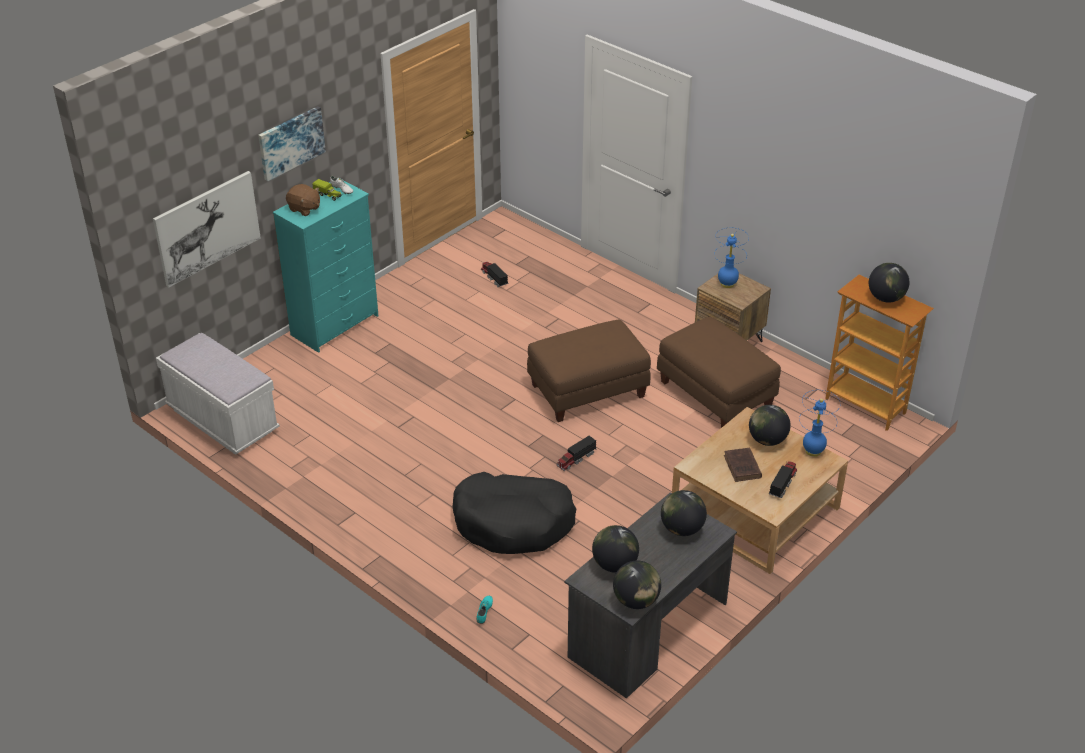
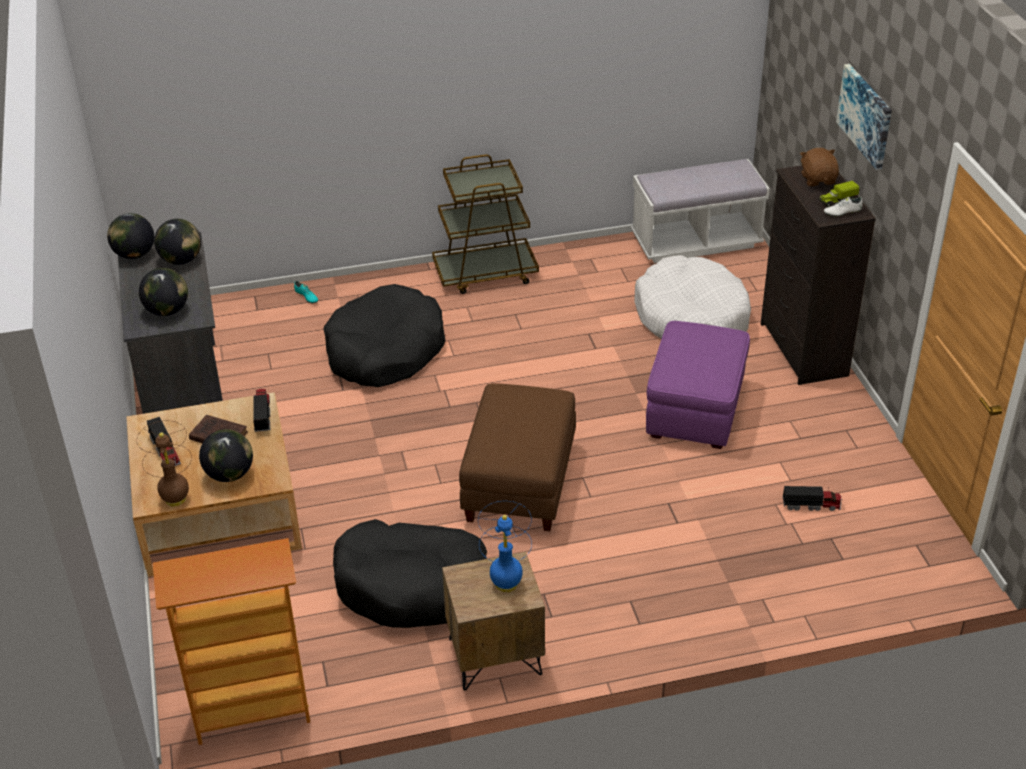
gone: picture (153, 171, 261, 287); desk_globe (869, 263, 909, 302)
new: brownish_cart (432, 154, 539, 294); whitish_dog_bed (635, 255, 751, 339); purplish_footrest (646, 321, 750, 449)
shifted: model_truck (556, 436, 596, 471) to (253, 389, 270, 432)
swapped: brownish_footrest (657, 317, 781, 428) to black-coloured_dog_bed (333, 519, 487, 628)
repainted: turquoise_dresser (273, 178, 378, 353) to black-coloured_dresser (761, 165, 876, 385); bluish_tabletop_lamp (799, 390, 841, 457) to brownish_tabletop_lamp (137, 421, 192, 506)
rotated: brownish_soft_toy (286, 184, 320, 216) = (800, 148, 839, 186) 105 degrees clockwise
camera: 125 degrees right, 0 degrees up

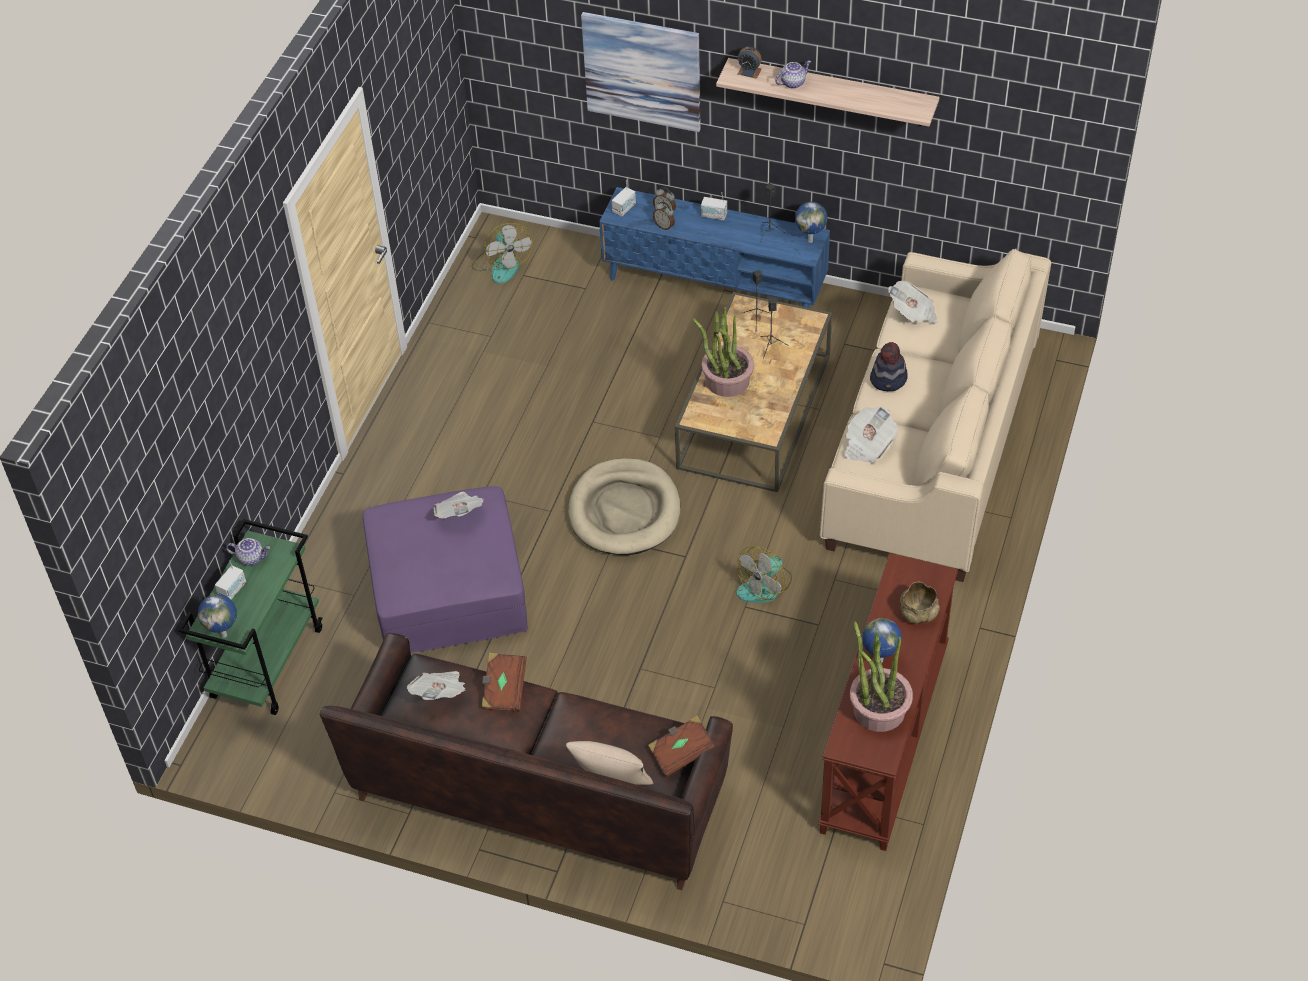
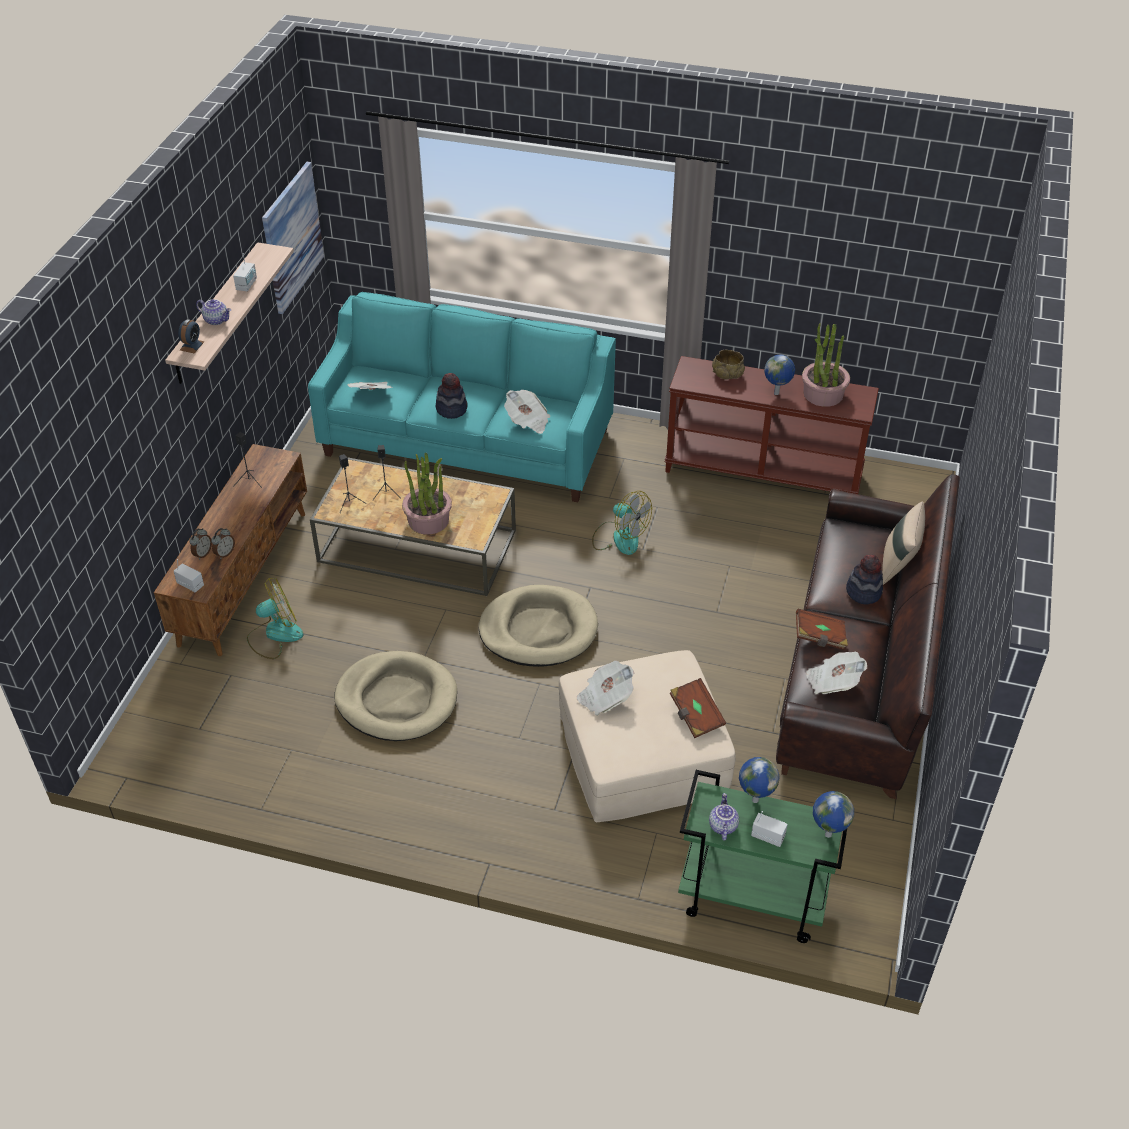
new: clothing_hat (846, 555, 883, 605); sand-coloured_dog_bed (334, 651, 457, 741)
shifted: picture (581, 12, 701, 132) to (262, 162, 324, 314); radio (701, 192, 727, 221) to (233, 253, 257, 291); desk_globe (795, 202, 828, 243) to (739, 757, 779, 803); electric_fan (471, 223, 533, 284) to (247, 578, 304, 659); brownish_bound_book (648, 715, 716, 777) to (670, 678, 726, 738)
repainted: bluish_tv_unit (599, 187, 830, 308) to brownish_tv_unit (154, 444, 307, 656); sand-coloured_settee (819, 248, 1051, 582) to turquoise_settee (308, 292, 616, 502); purplish_footrest (363, 486, 528, 653) to sand-coloured_footrest (559, 650, 736, 822)
rotated: tea_pot (775, 60, 811, 89) = (196, 299, 231, 325) 150 degrees clockwise
camera: 95 degrees left, 5 degrees down

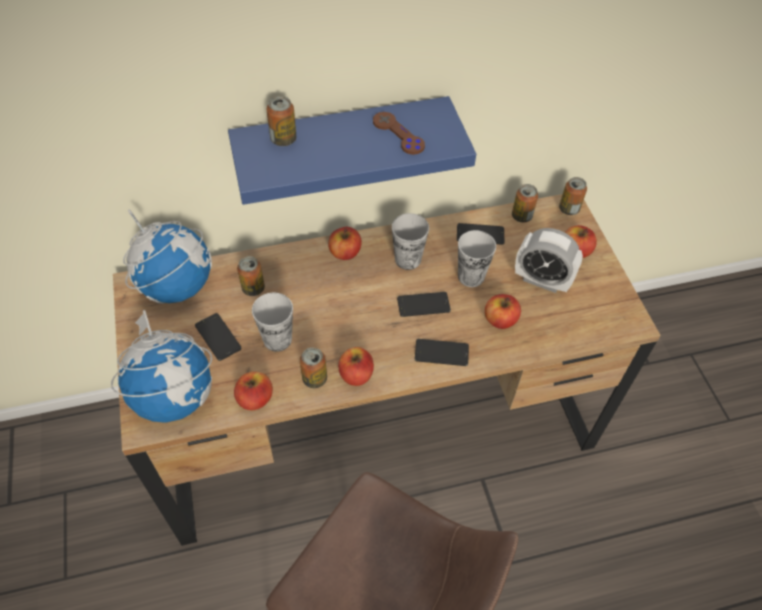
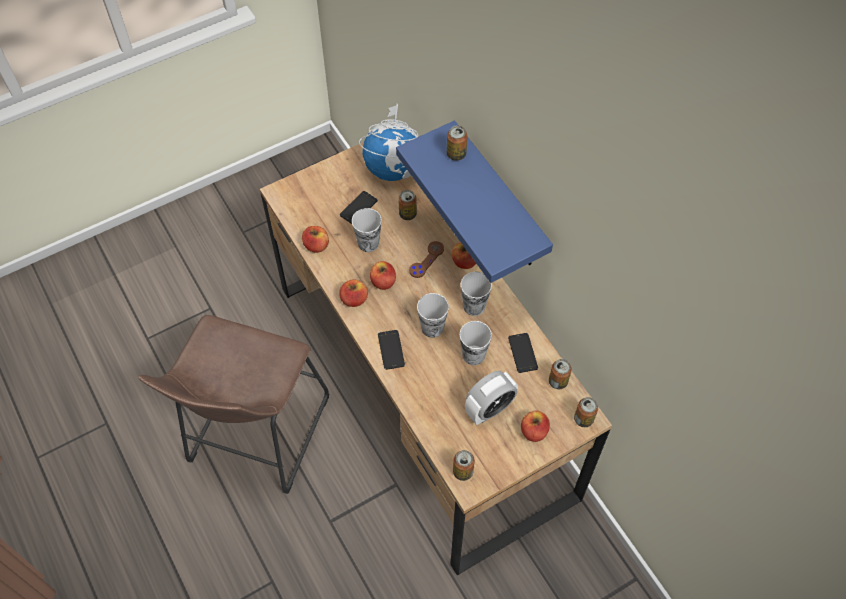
gone: desk_globe (111, 310, 212, 423)
shifted: brownish_game_controller (373, 112, 425, 155) to (409, 241, 444, 278); apple (485, 294, 521, 329) to (370, 261, 396, 290); can (300, 347, 327, 388) to (453, 450, 475, 481)
swapped: telephone (397, 292, 451, 317) to drinking_cup (417, 293, 449, 338)
rotated: table_clock (515, 228, 583, 293) = (465, 371, 518, 425) 135 degrees counterclockwise
camera: 75 degrees right, 5 degrees up

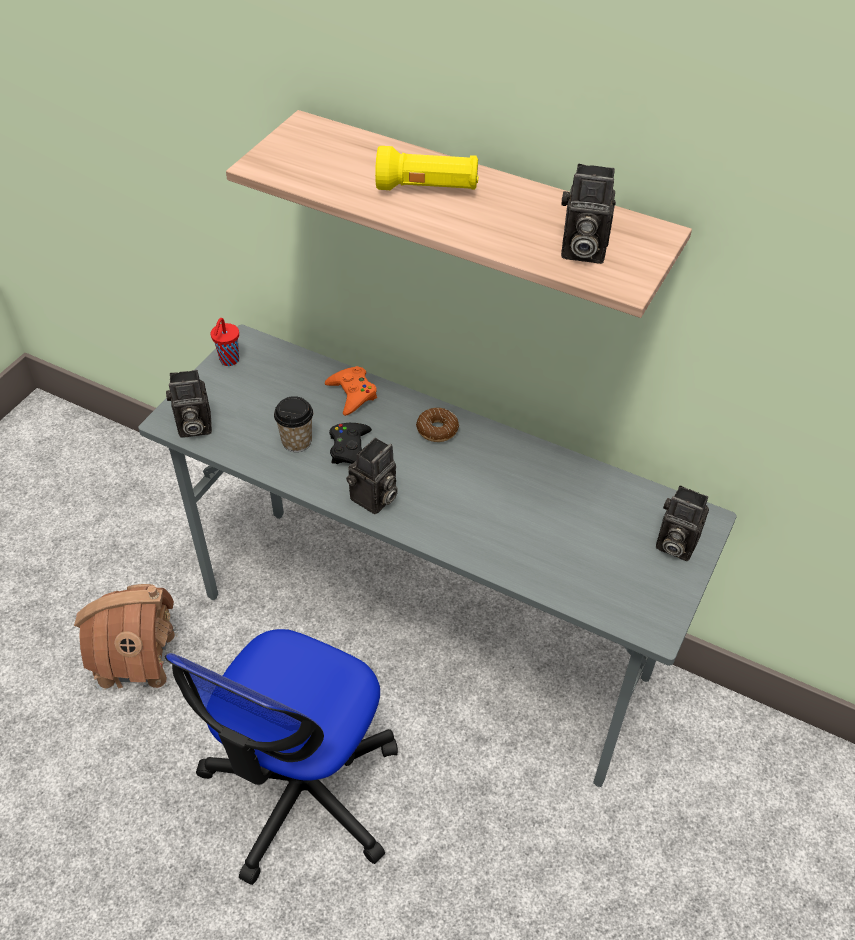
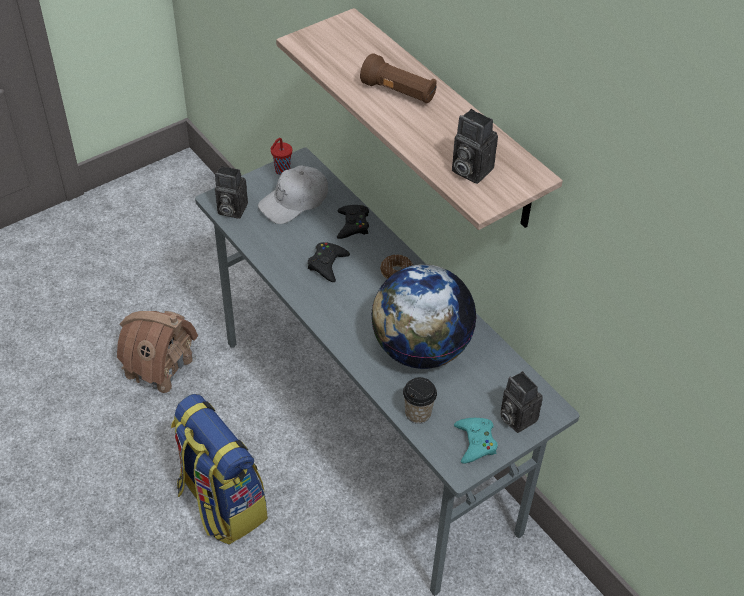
gone: photo_camera (346, 438, 398, 514)
new: whitish_baseball_cap (258, 165, 328, 224); desk_globe (371, 264, 477, 369); turquoise_game_controller (454, 418, 498, 464)
shifted: drinking_cup (274, 396, 313, 452) to (403, 377, 437, 424)
swapped: office_chair (165, 629, 398, 885) to knapsack (171, 394, 268, 545)
repainted: yellowish_torch (375, 146, 478, 190) to brownish_torch (360, 53, 437, 104); orange_game_controller (325, 366, 377, 416) to black-coloured_game_controller (337, 205, 369, 239)
camera: 25 degrees right, 0 degrees up

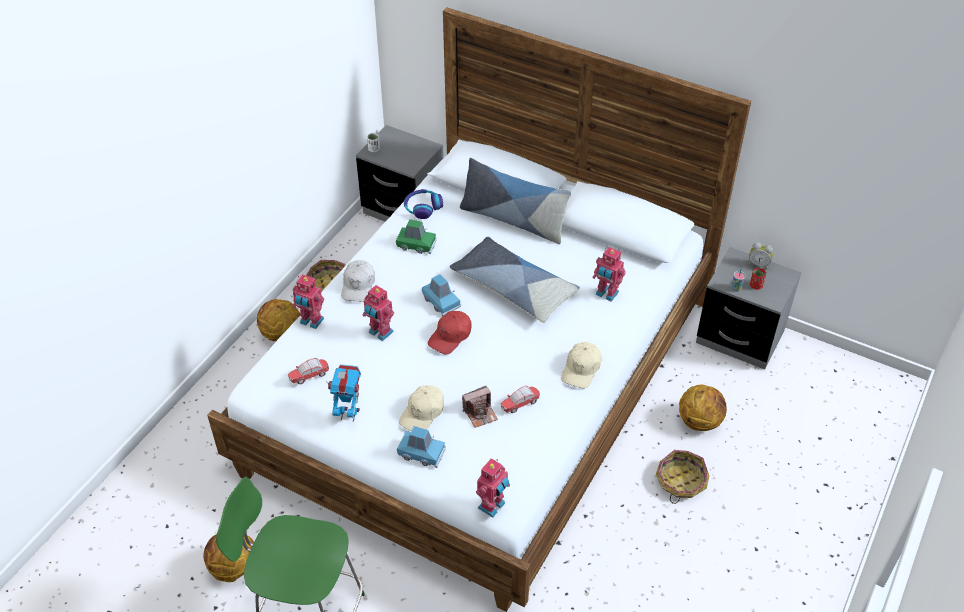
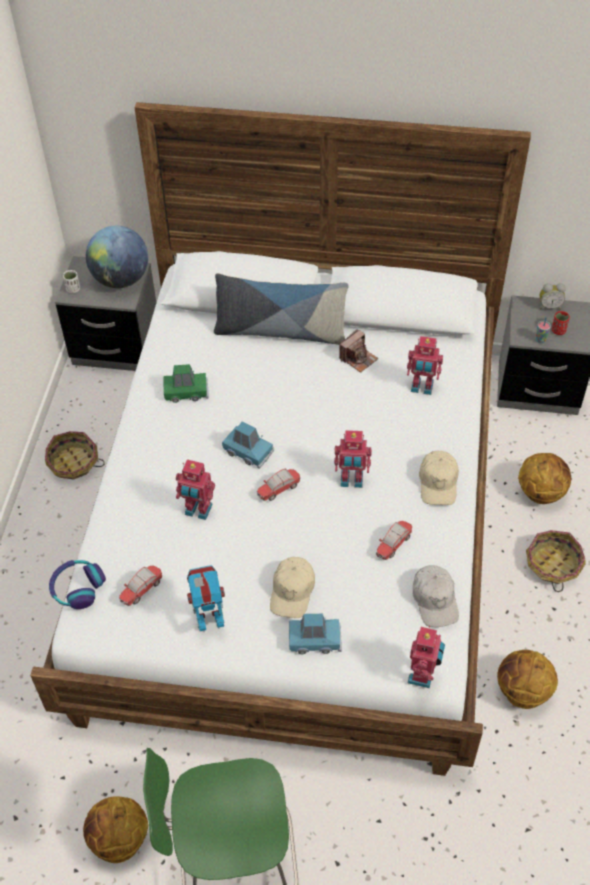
gone: pillow (450, 237, 580, 323)
new: desk_globe (86, 226, 148, 288)
shifted: headphones (404, 189, 443, 219) to (49, 560, 106, 609); whitish_baseball_cap (341, 260, 375, 302) to (413, 565, 459, 627); toy_robot (292, 274, 324, 329) to (334, 430, 372, 488); basketball (257, 299, 300, 341) to (497, 650, 558, 709); photo_camera (462, 386, 498, 428) to (339, 329, 378, 373)
swapped: red-coloured_baseball_cap (428, 311, 472, 354) to model_car (257, 468, 300, 501)
camera: 20 degrees left, 5 degrees up

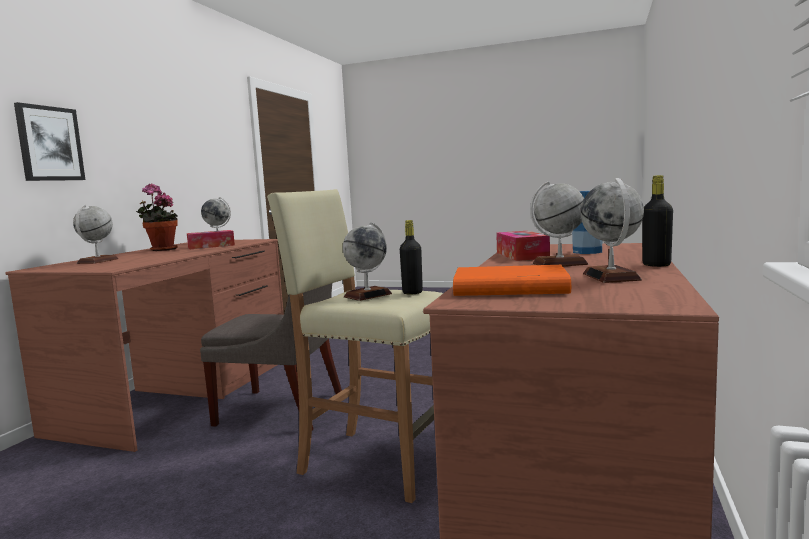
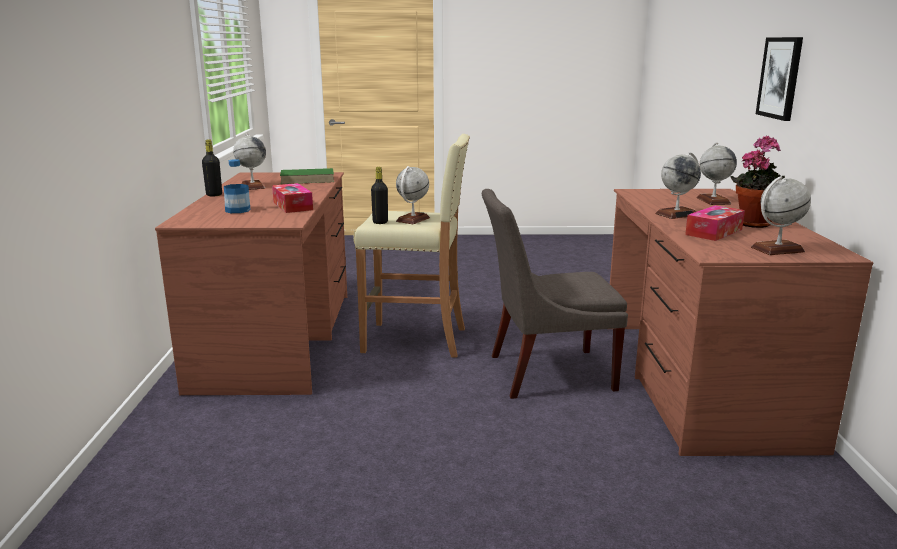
shifted: desk_globe (530, 181, 588, 266) to (656, 152, 701, 219)
repainted: orange_bound_book (453, 265, 571, 296) to green-coloured_bound_book (280, 168, 334, 184)
camera: 160 degrees right, 10 degrees up

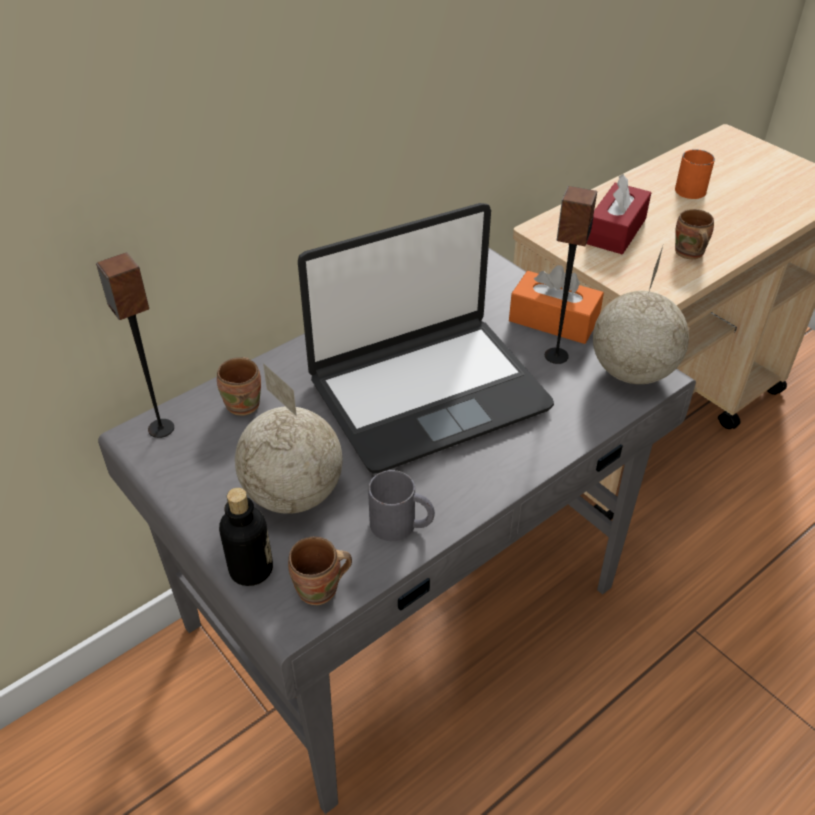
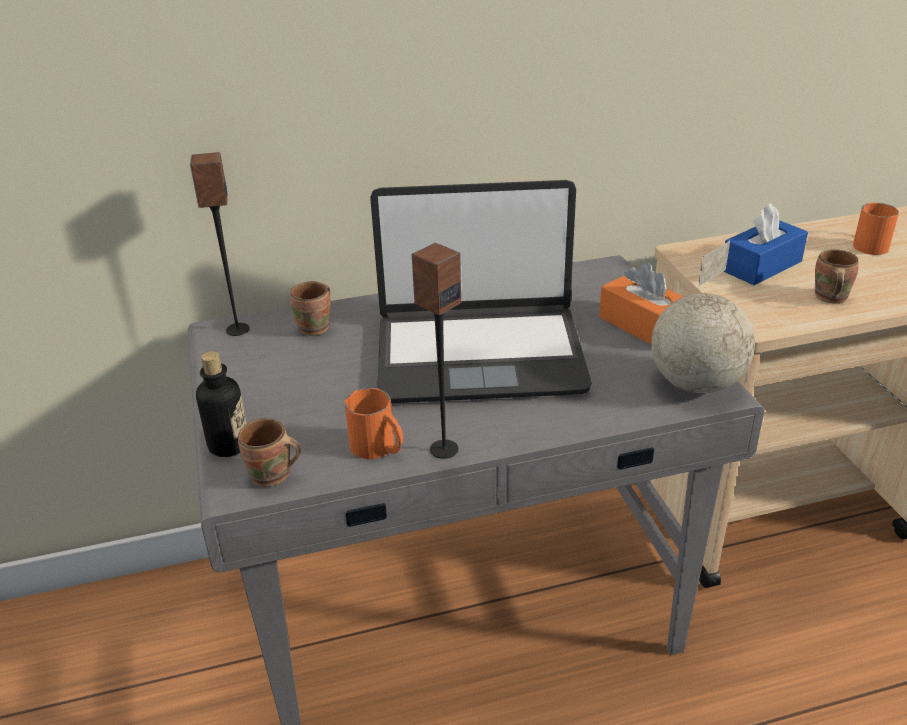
gone: desk_globe (235, 363, 343, 514)
shifted: loudspeaker (545, 186, 597, 364) to (412, 243, 461, 459)
repainted: red-coloured_tissue_box (586, 174, 651, 254) to bluish_tissue_box (723, 204, 808, 285); greyish_mug (368, 470, 435, 541) to orange_mug (345, 388, 403, 459)
camera: 25 degrees right, 10 degrees down

